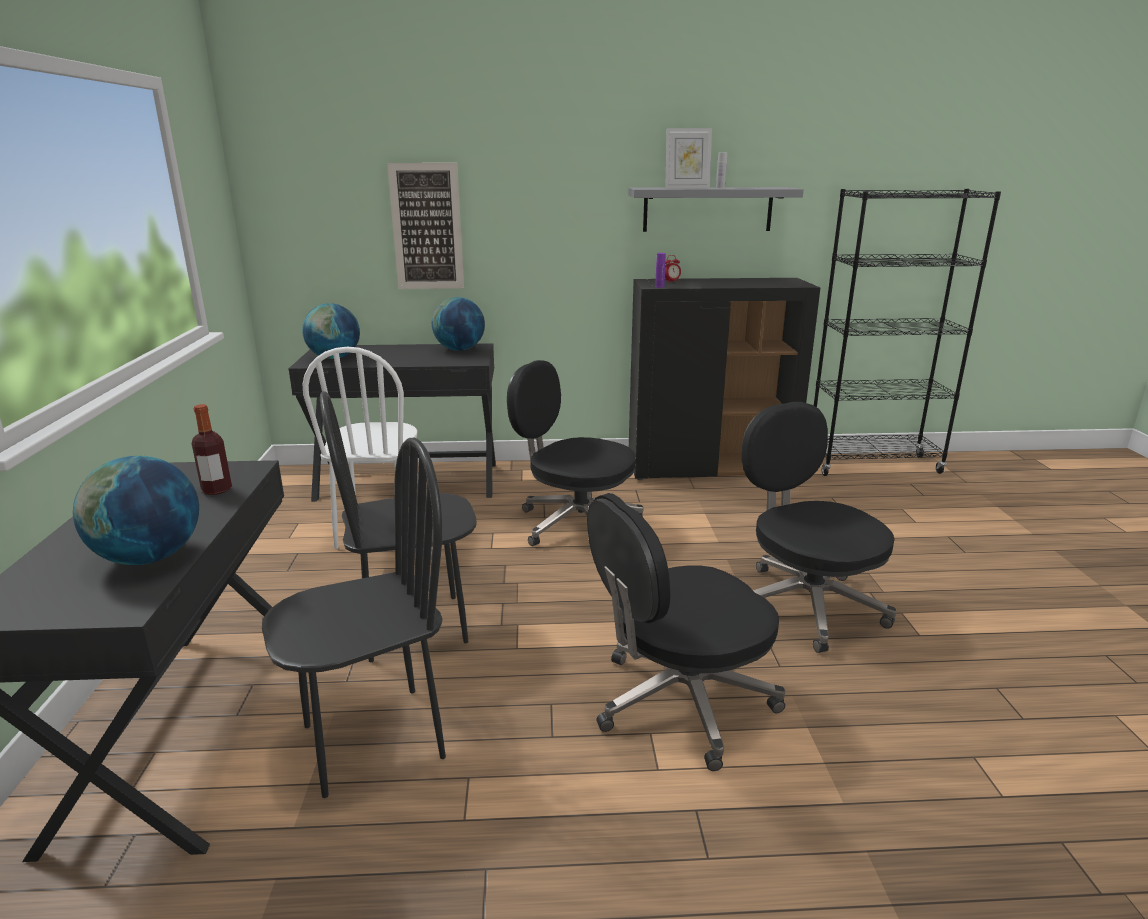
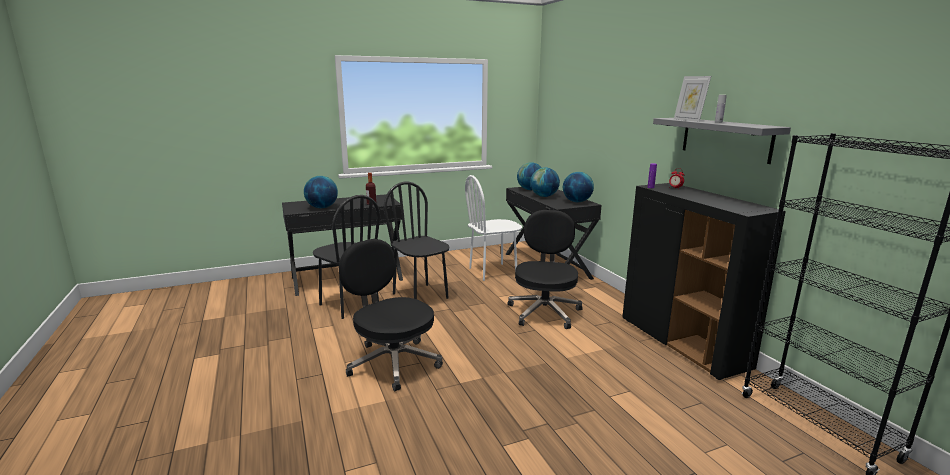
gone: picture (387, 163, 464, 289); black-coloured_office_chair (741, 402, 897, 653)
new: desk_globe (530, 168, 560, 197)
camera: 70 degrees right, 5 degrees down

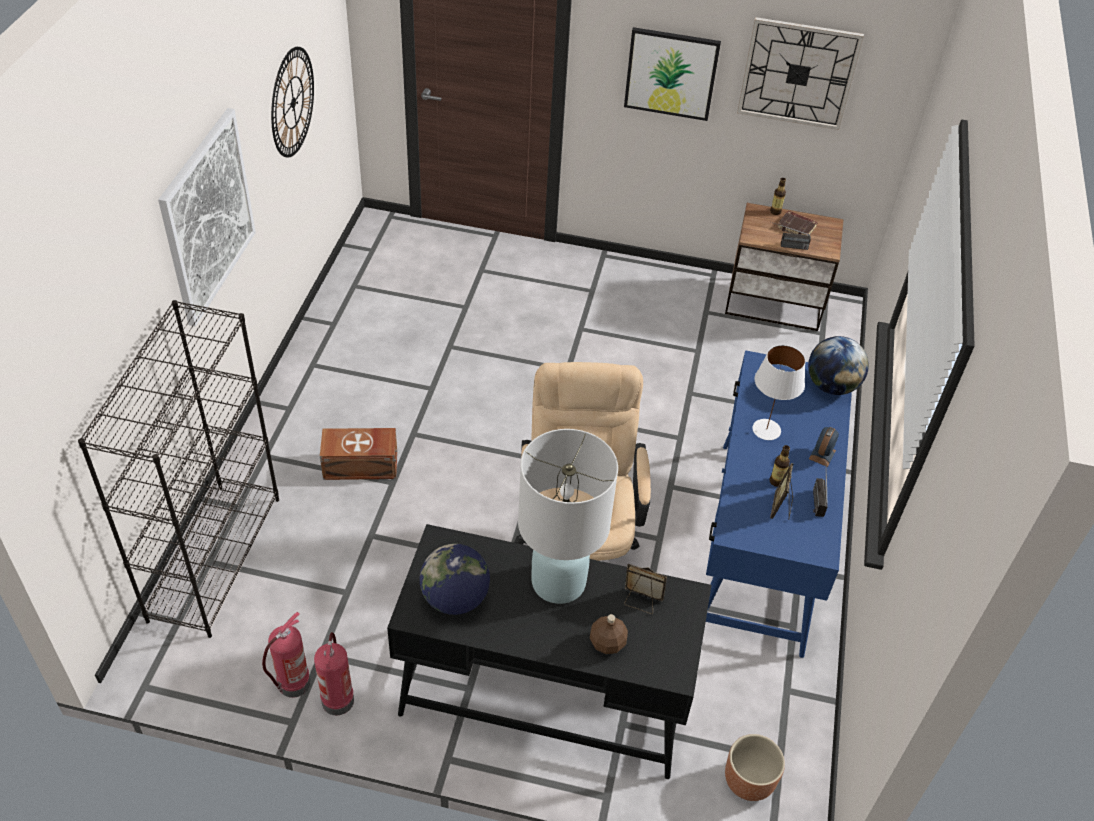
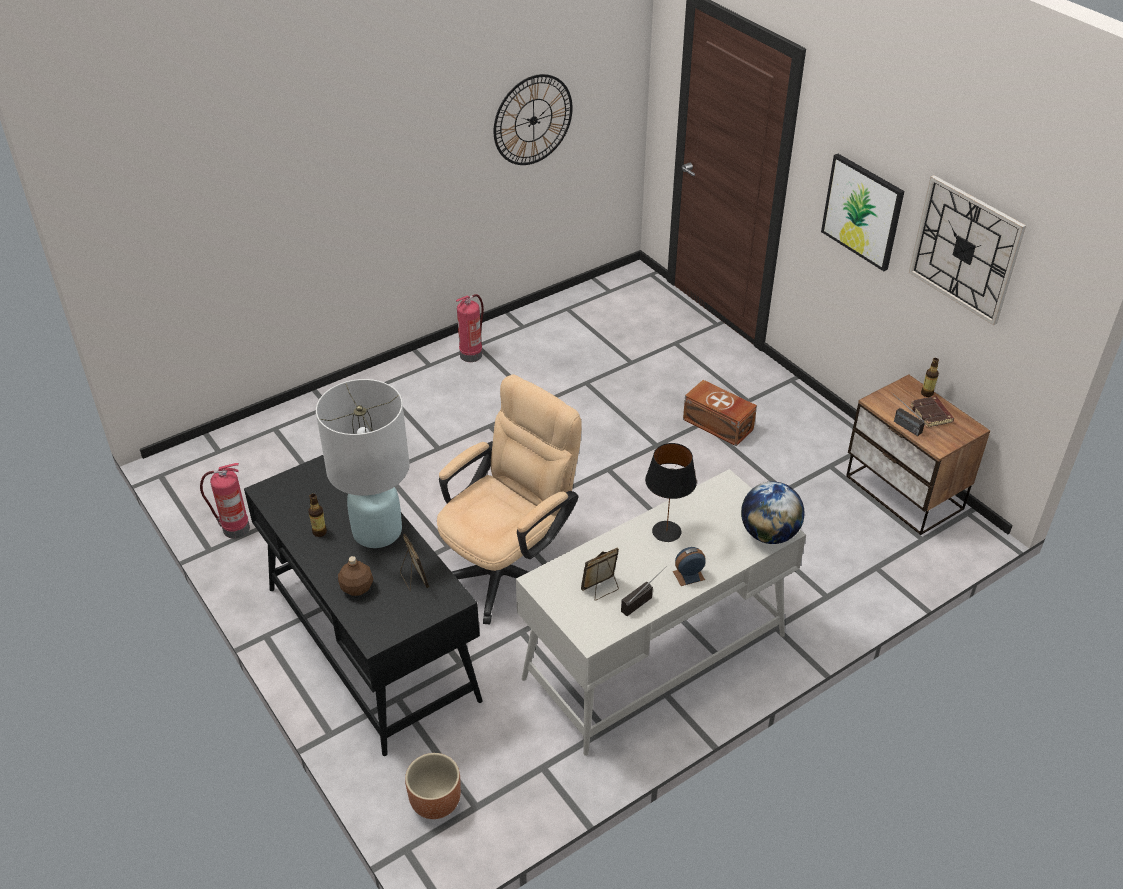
gone: picture (158, 108, 256, 326); black-coloured_bookshelf (78, 300, 279, 638); desk_globe (420, 544, 490, 615)
shifted: brownish_storage_bin (320, 428, 397, 480) to (683, 380, 757, 446); beverage_bottle (770, 445, 790, 487) to (308, 494, 327, 537); fire-fighting_cylinder (314, 632, 354, 715) to (456, 294, 484, 362)
repainted: whitish_tabletop_lamp (752, 345, 805, 440) to black-coloured_tabletop_lamp (645, 443, 697, 542); bluish_desk (706, 350, 852, 658) to whitish_desk (516, 469, 806, 756)
camera: 45 degrees right, 5 degrees down

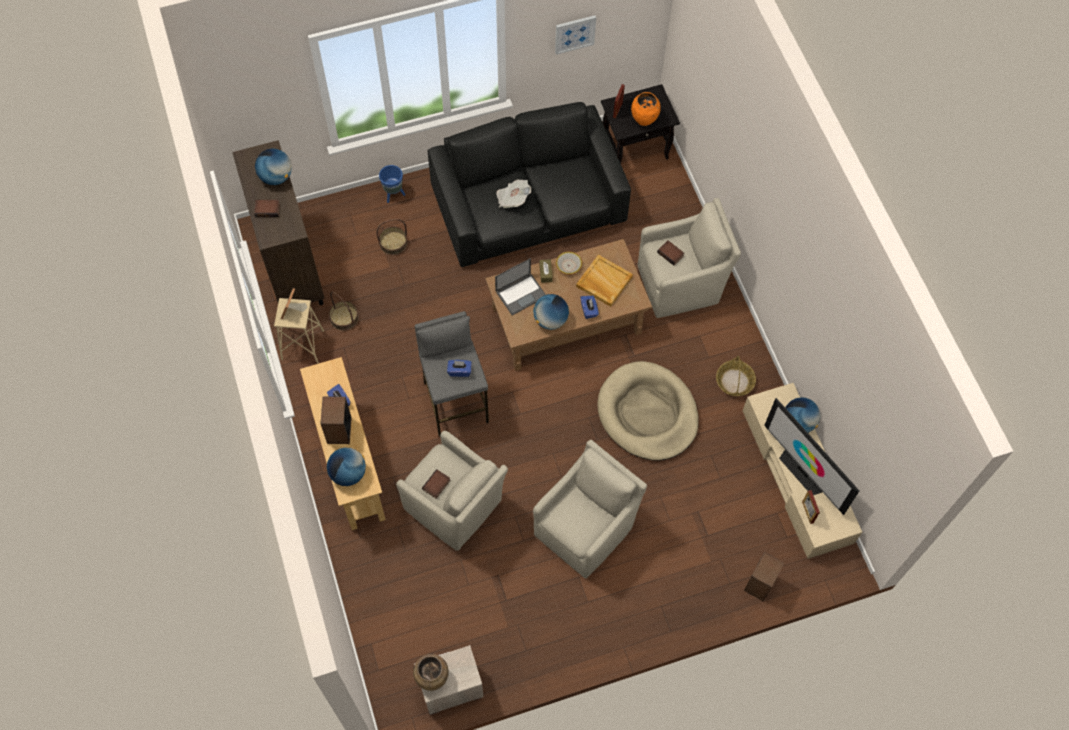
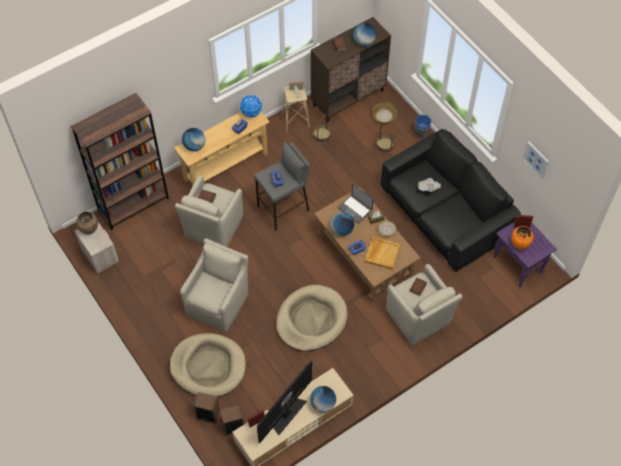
new: brownish_bookshelf (71, 93, 169, 230); desk_globe (239, 95, 262, 118); sand-coloured_dog_bed (169, 333, 246, 397)
shifted: household_basket (716, 356, 756, 396) to (372, 102, 397, 124); loudspeaker (320, 397, 352, 444) to (220, 404, 244, 436)
repainted: black-coloured_side_table (601, 84, 680, 164) to purplish_side_table (493, 221, 557, 287)
rotated: sand-coloured_armchair (533, 440, 647, 579) = (180, 238, 248, 332) 90 degrees counterclockwise
camera: 75 degrees right, 5 degrees down

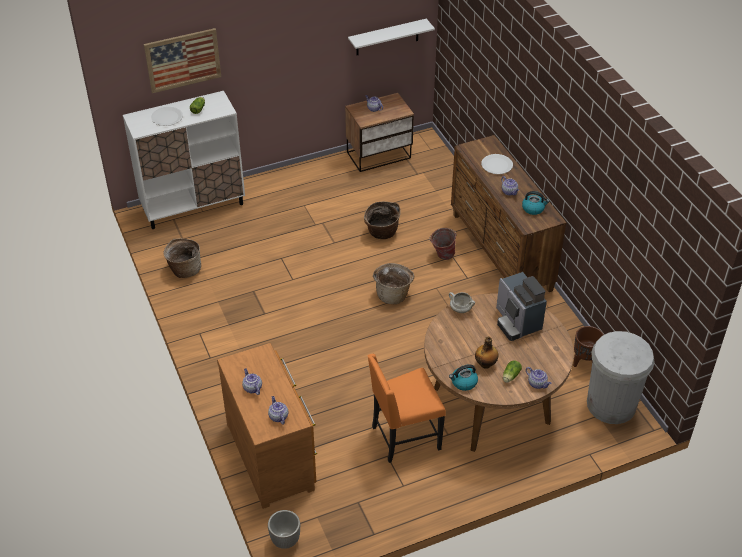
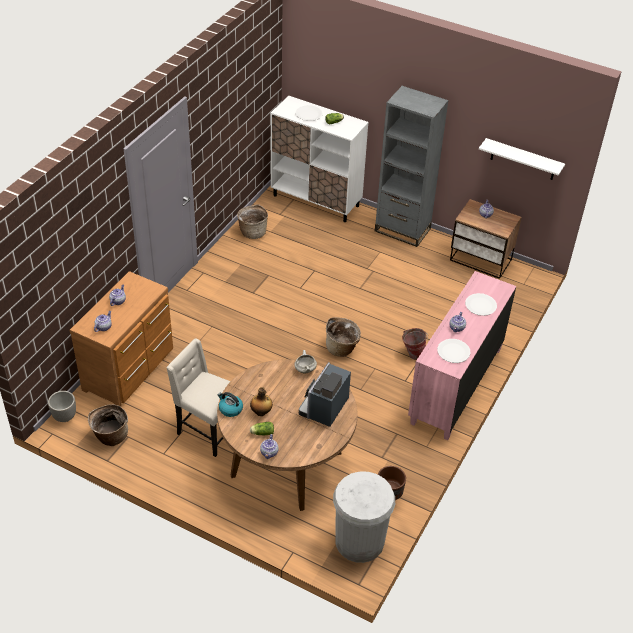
gone: picture (144, 28, 221, 93)
new: greyish_bookshelf (375, 86, 449, 247)
shifted: household_basket (364, 202, 401, 239) to (88, 404, 128, 446)
swapped: water_kettle (522, 191, 550, 215) to whitish_plate (437, 339, 471, 363)
repainted: brownish_dresser (451, 135, 566, 292) to pinkish_dresser (408, 271, 516, 440); orange_upright_chair (368, 354, 446, 463) to sand-coloured_upright_chair (166, 338, 231, 457)
camera: 50 degrees right, 0 degrees up

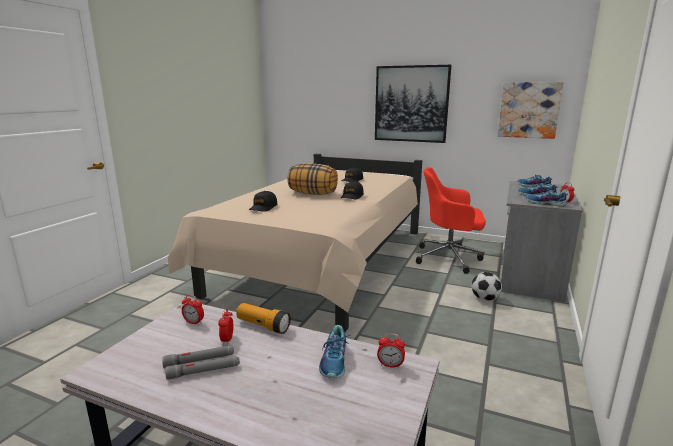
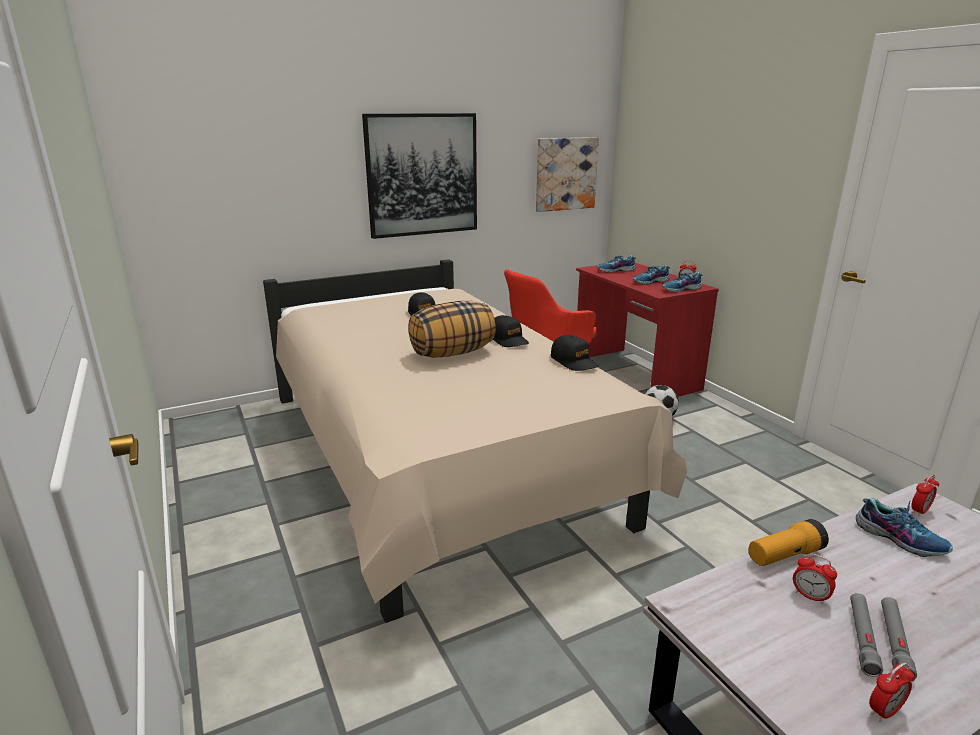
shifted: black-coloured_baseball_cap (249, 191, 277, 212) to (551, 335, 599, 371); table_clock (182, 295, 204, 325) to (869, 663, 915, 722)
repainted: greyish_desk (501, 181, 583, 302) to red-coloured_desk (576, 263, 719, 397)
camera: 50 degrees left, 5 degrees up

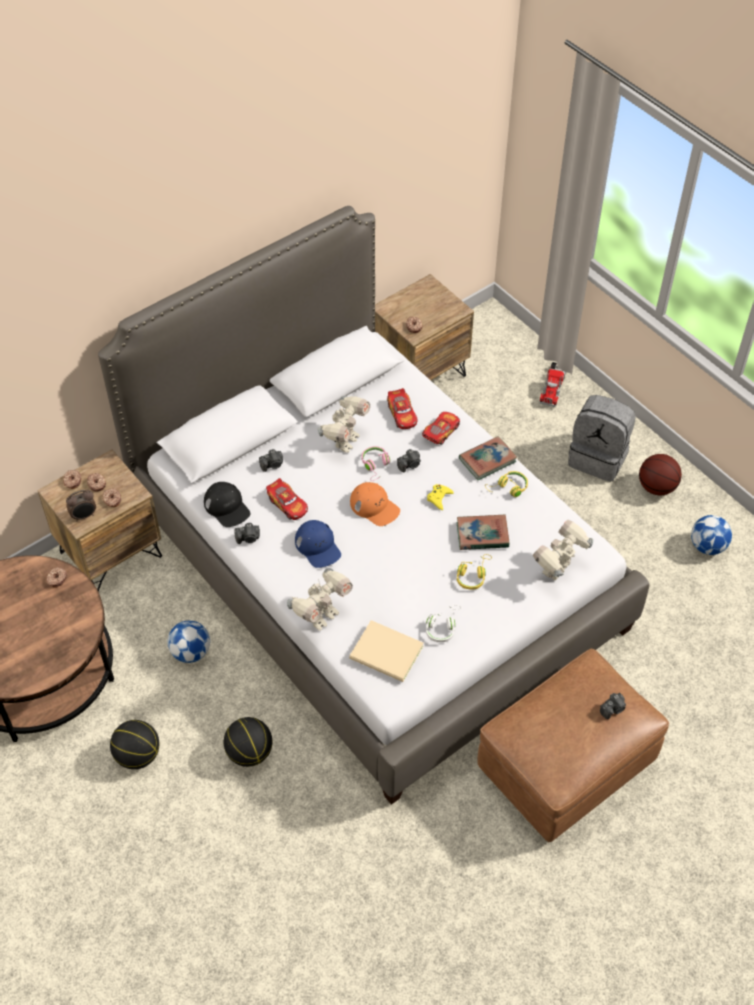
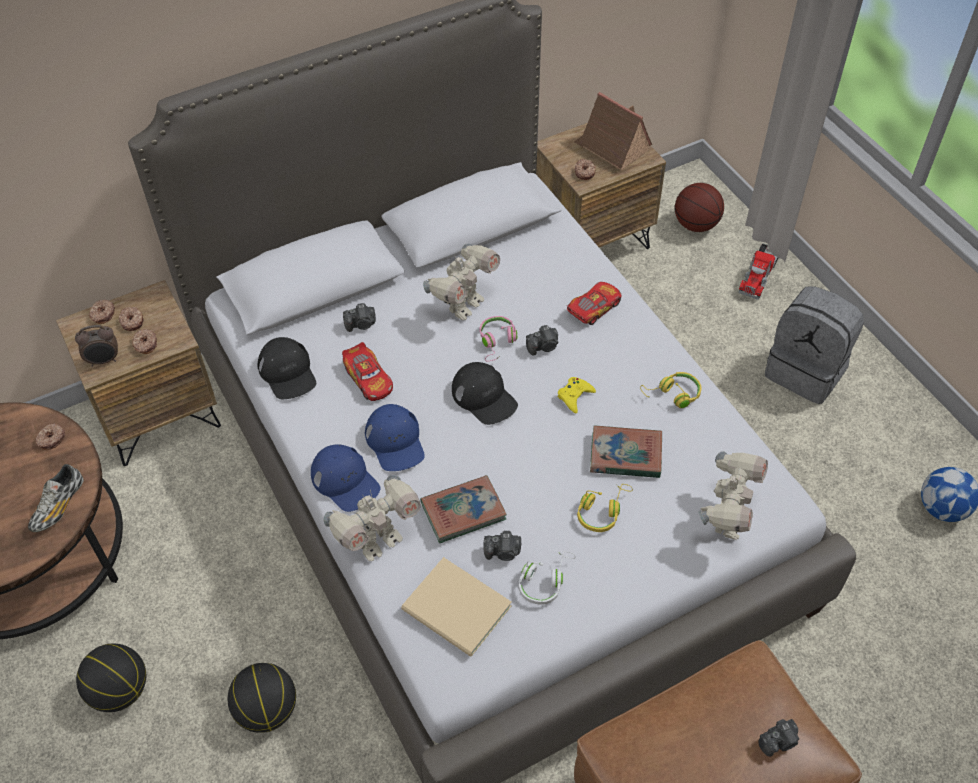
gone: model_car (387, 388, 417, 429); football (168, 620, 210, 663)
new: model_house (574, 92, 652, 171); bluish_baseball_cap (311, 444, 381, 512); low_shoe (28, 464, 84, 532)
shifted: bound_book (459, 436, 517, 481) to (421, 475, 507, 543); basketball (639, 454, 682, 496) to (675, 183, 724, 232); photo_camera (234, 523, 260, 544) to (483, 531, 521, 561)
repainted: orange_baseball_cap (350, 482, 400, 526) to black-coloured_baseball_cap (452, 362, 518, 425)
rotated: toy_robot (533, 520, 593, 580) = (698, 451, 768, 540) 150 degrees clockwise
camera: 10 degrees right, 0 degrees up

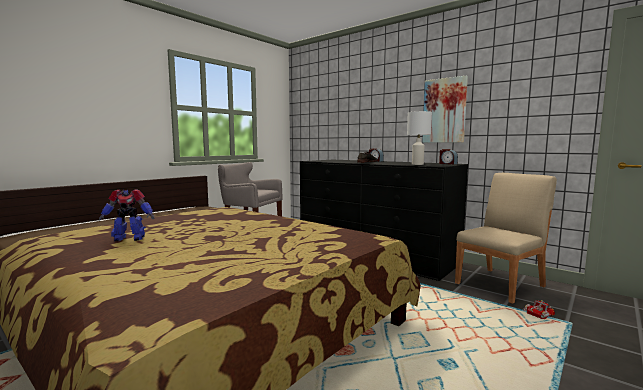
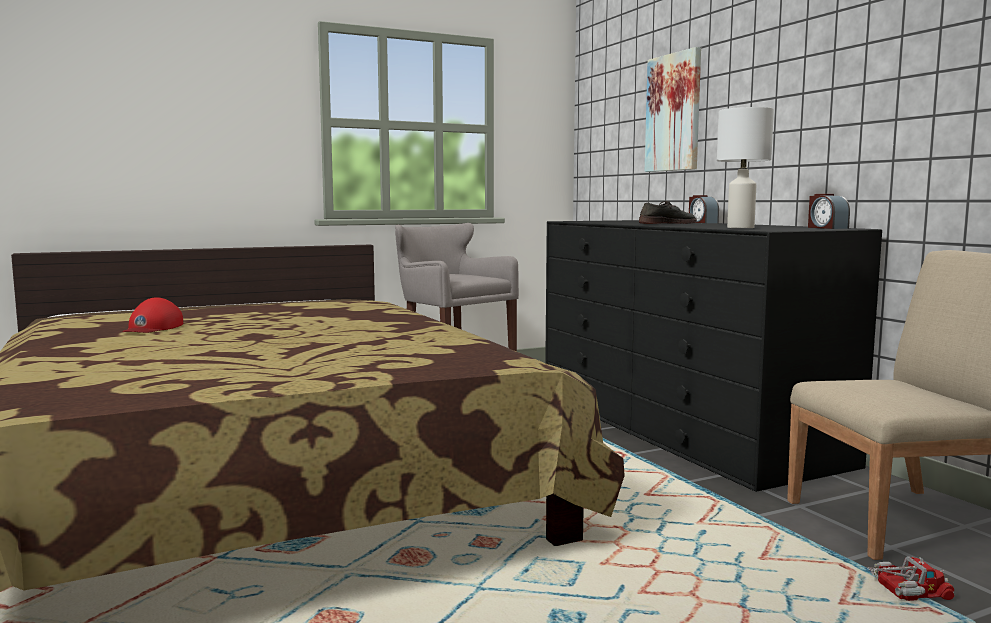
shifted: picture (422, 76, 468, 143) to (645, 47, 701, 172)
swapped: toy_robot (99, 189, 154, 241) to red-coloured_baseball_cap (122, 297, 183, 333)
camera: 25 degrees right, 0 degrees up

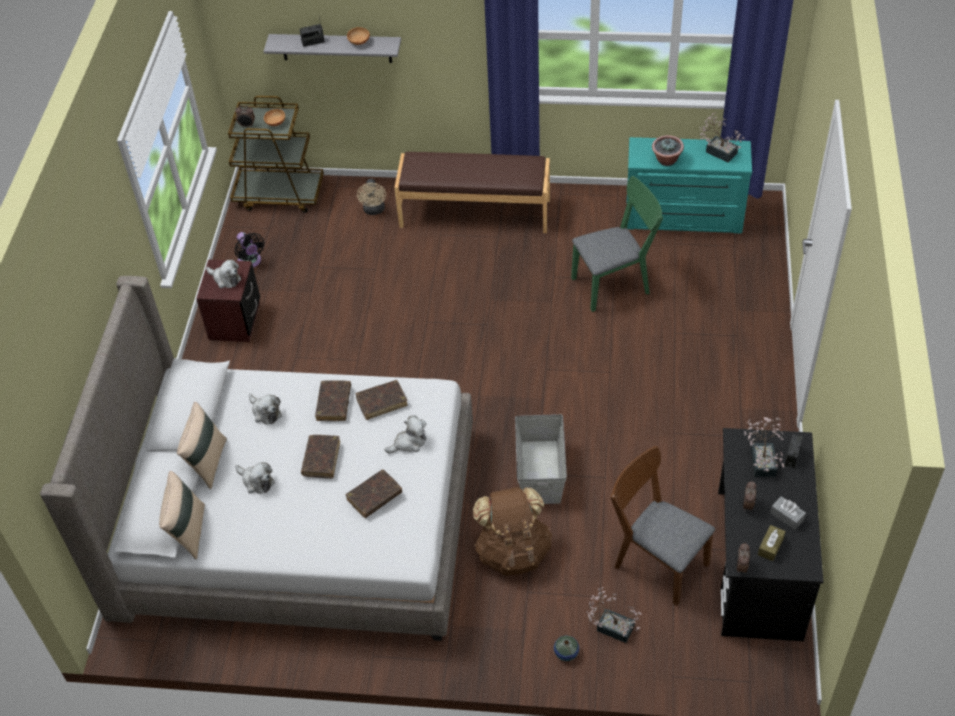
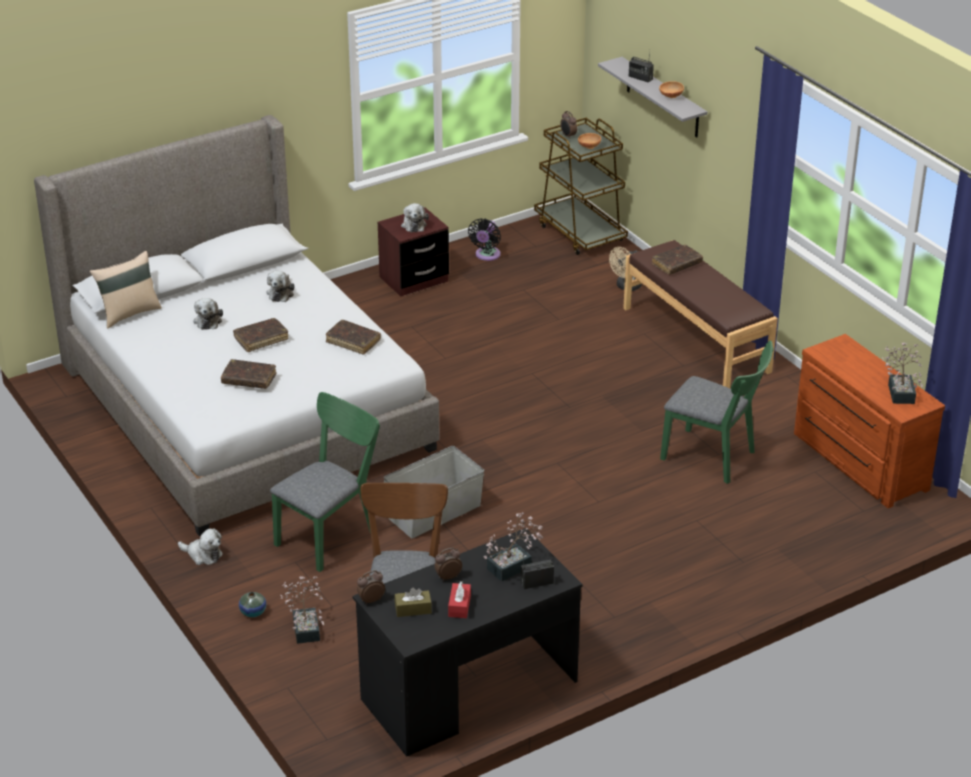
gone: plant_in_a_pot (652, 135, 684, 166); sand-coloured_pillow (177, 402, 227, 489)
shifted: brownish_bound_book (315, 380, 351, 421) to (652, 245, 703, 275); soft_toy (385, 415, 426, 454) to (178, 528, 223, 565)
swapped: brownish_knapsack (473, 487, 552, 576) to green-coloured_upright_chair (270, 392, 380, 572)
repainted: turquoise_dresser (627, 137, 752, 234) to brownish_dresser (794, 334, 945, 508); greyish_tissue_box (770, 496, 806, 530) to red-coloured_tissue_box (448, 581, 471, 618)
camera: 50 degrees right, 15 degrees down

